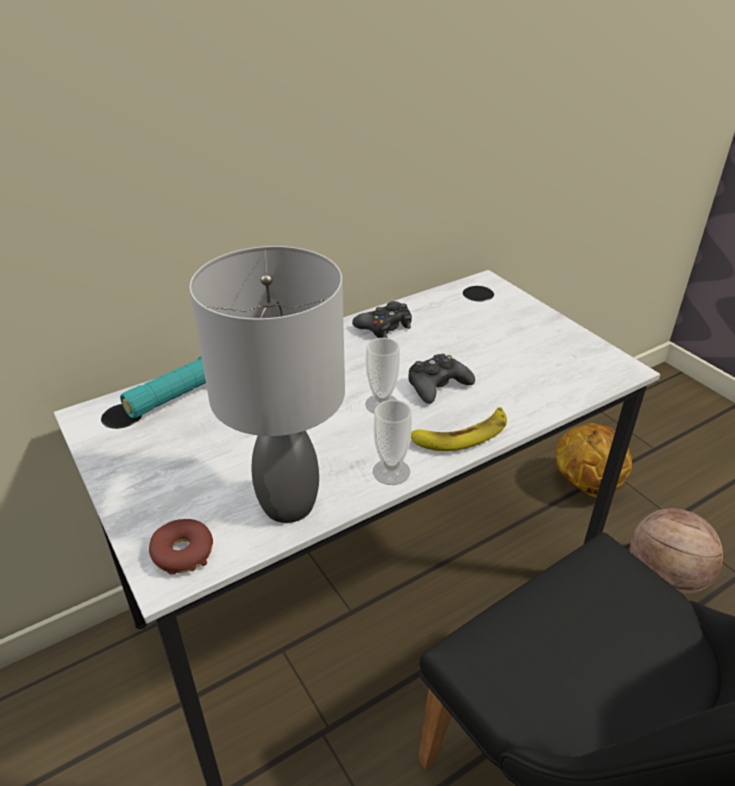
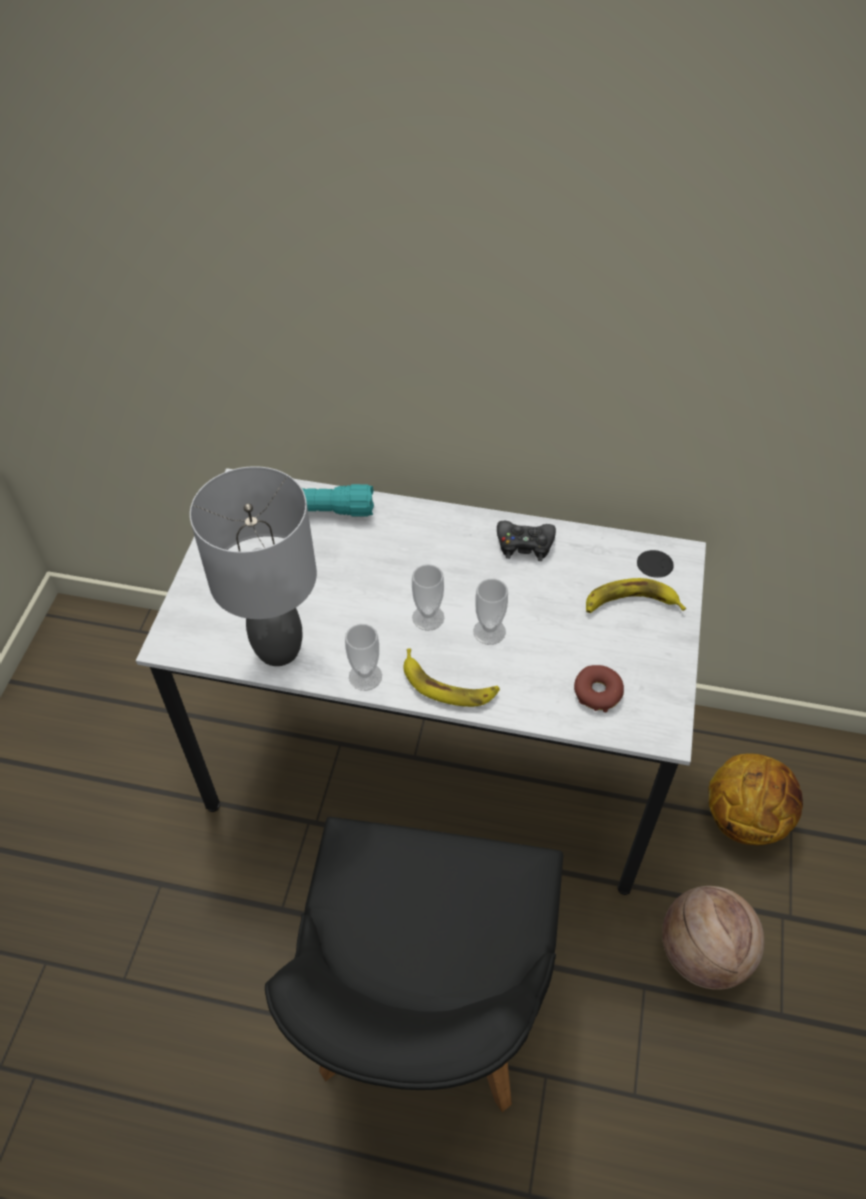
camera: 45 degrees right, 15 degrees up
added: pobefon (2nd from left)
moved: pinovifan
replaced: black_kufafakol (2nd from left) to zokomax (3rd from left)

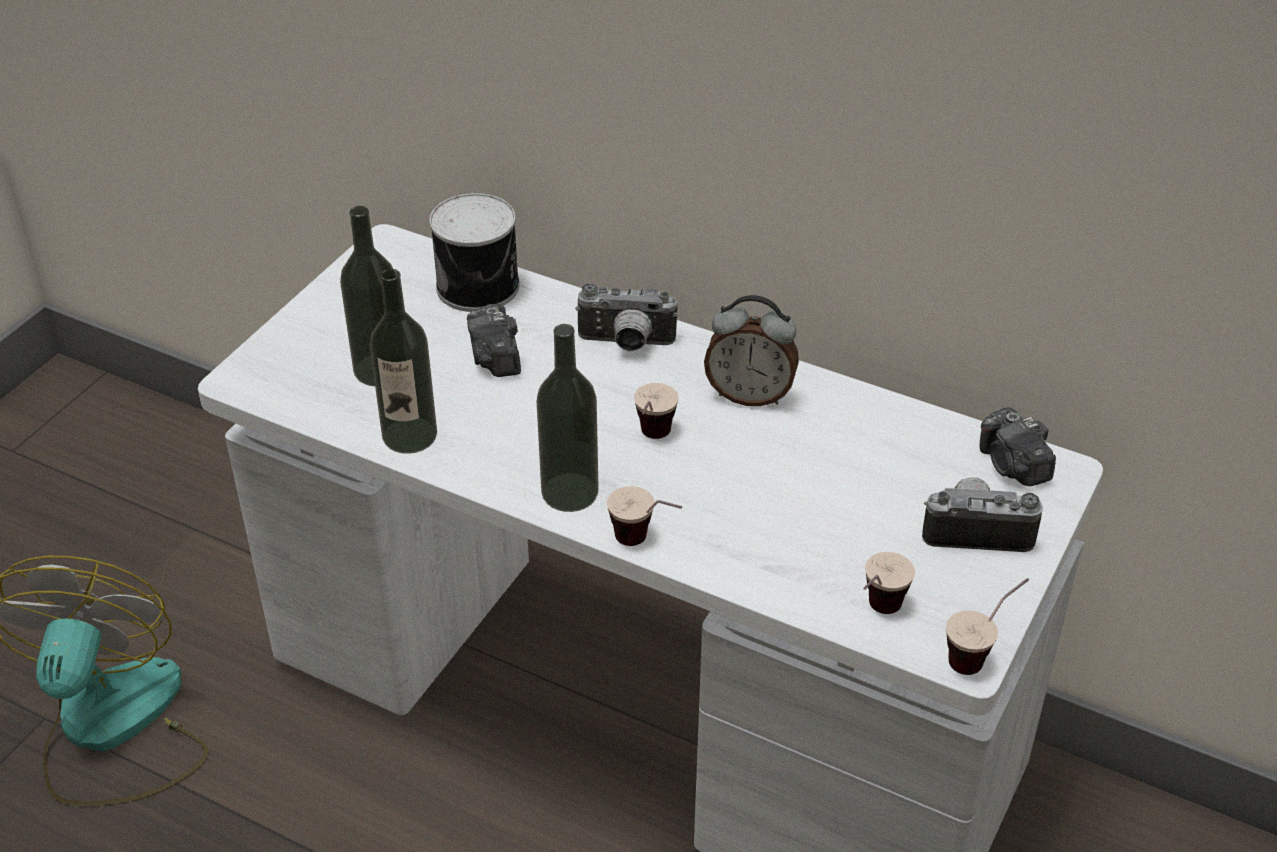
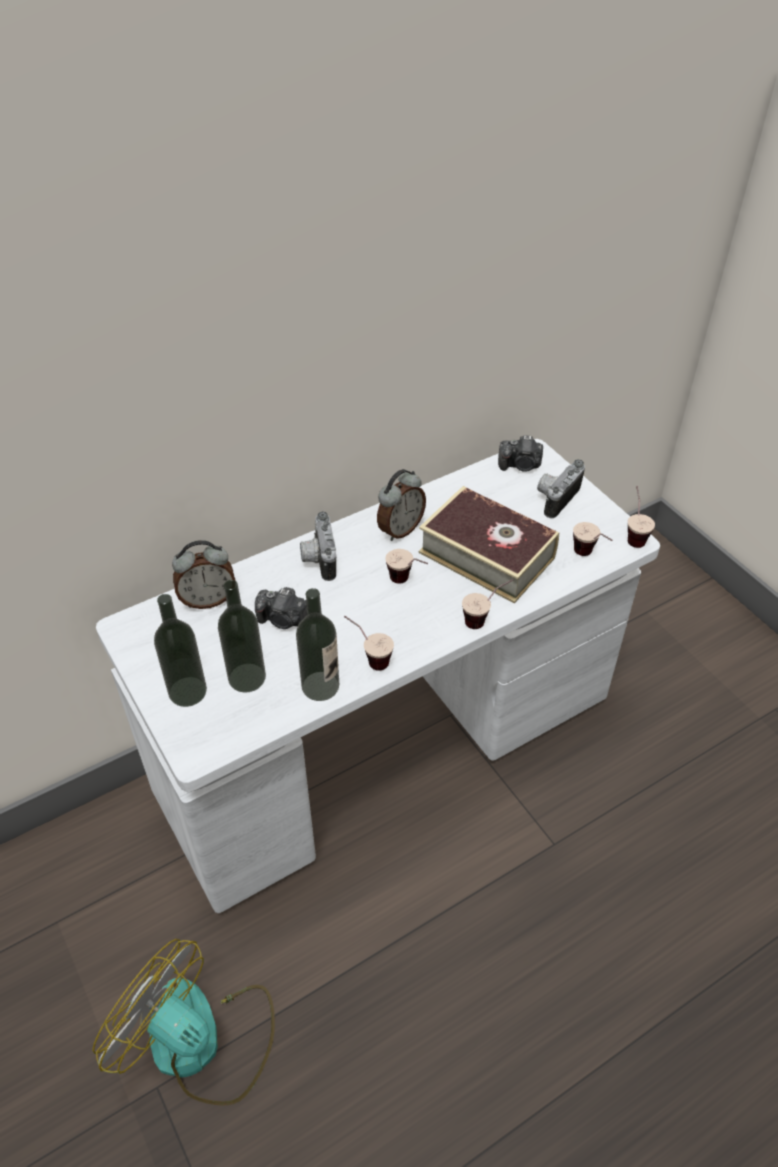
camera: 60 degrees left, 5 degrees up
added: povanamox; zokomax (1st from left)
moved: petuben (3rd from left in the first image) to petuben (1st from left)
replaced: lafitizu to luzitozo (1st from left)
turned: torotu (2nd from left) 135 degrees clockwise

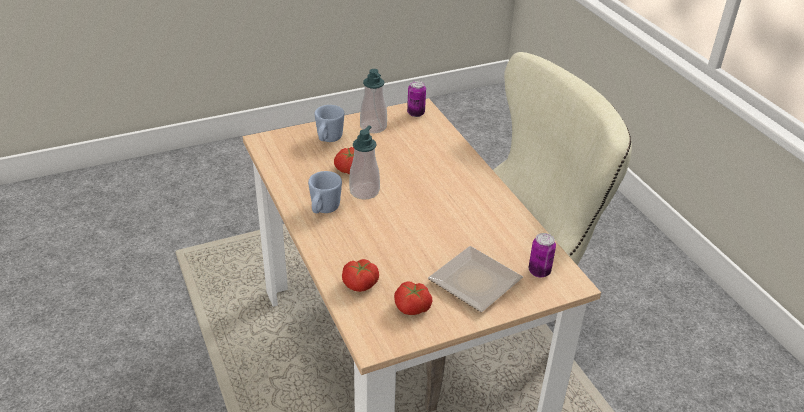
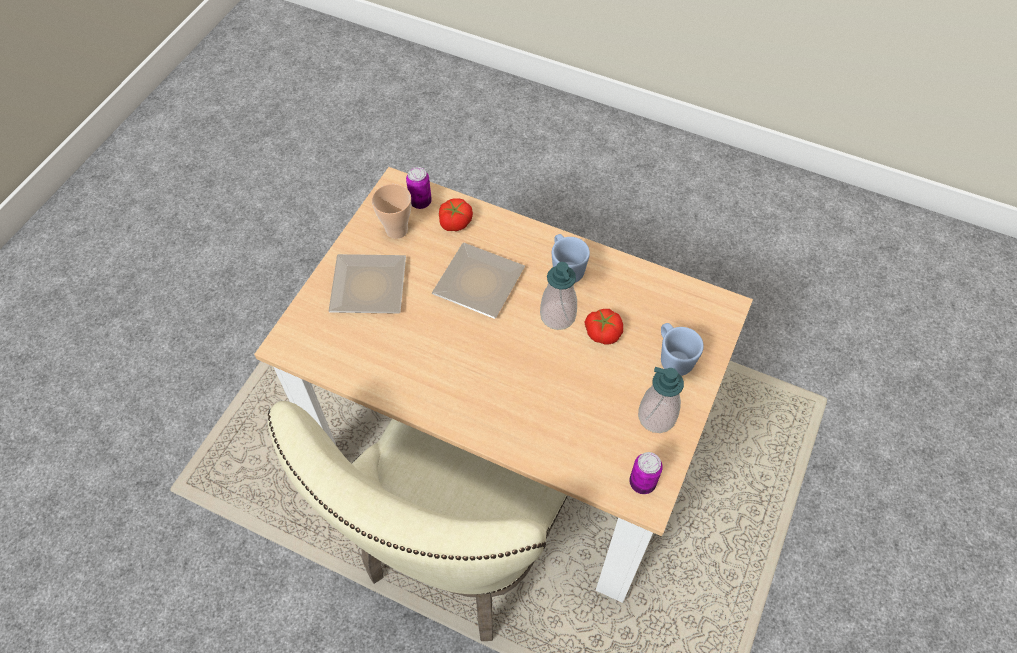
camera: 140 degrees right, 20 degrees up
added: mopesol (2nd from left)
moved: lafitizu (2nd from left in the first image) to lafitizu (1st from left)
replaced: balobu (3rd from left) to zokomax

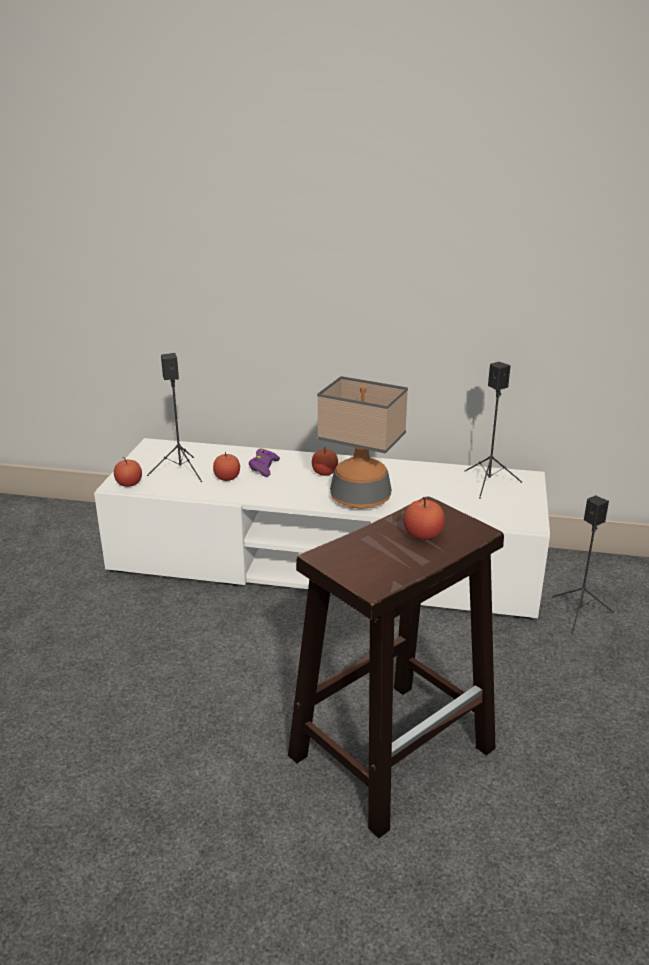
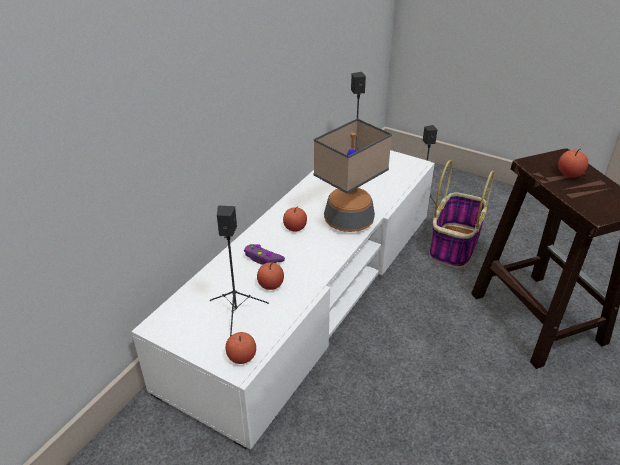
camera: 70 degrees left, 10 degrees up
added: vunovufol

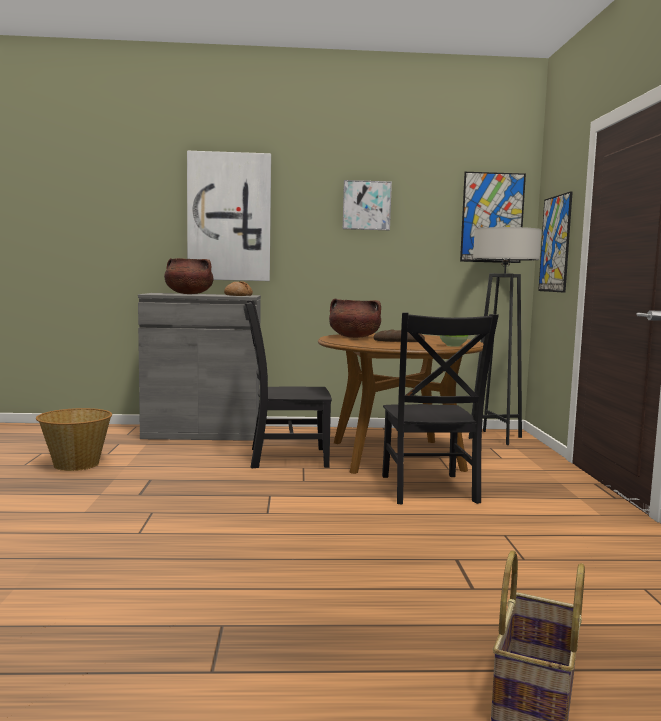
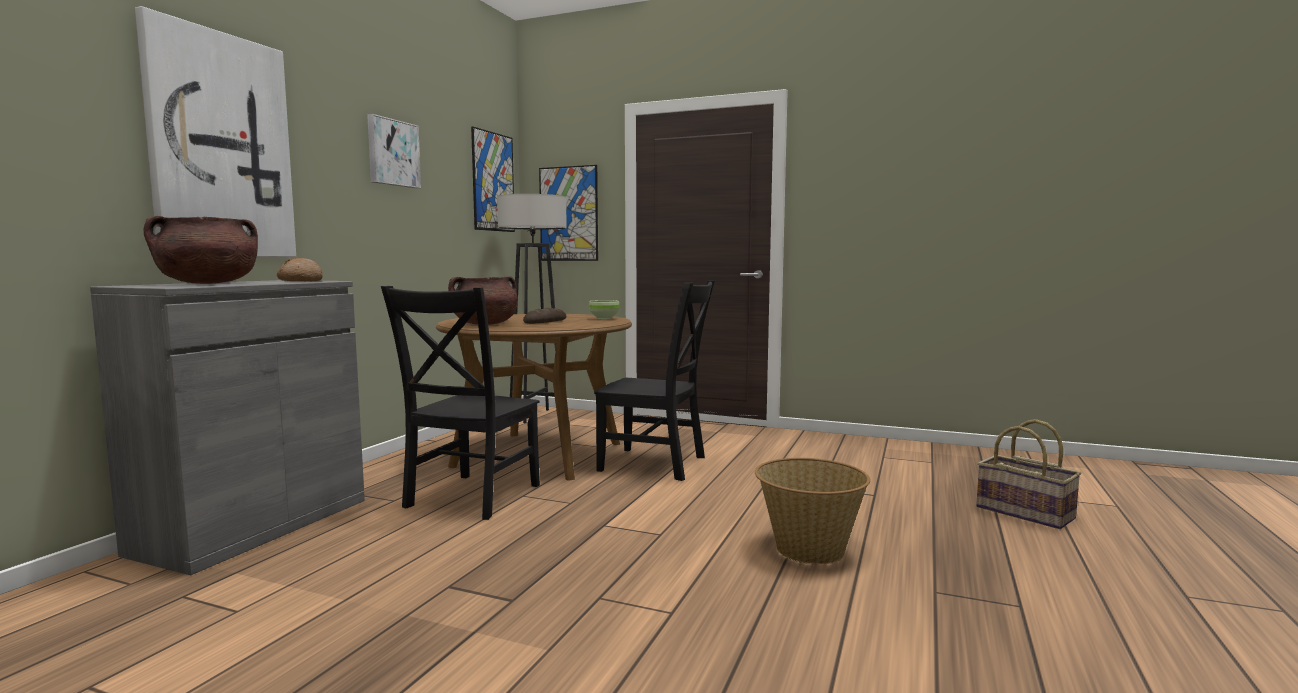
camera: 65 degrees left, 0 degrees up
moved: vunovufol (1st from left)

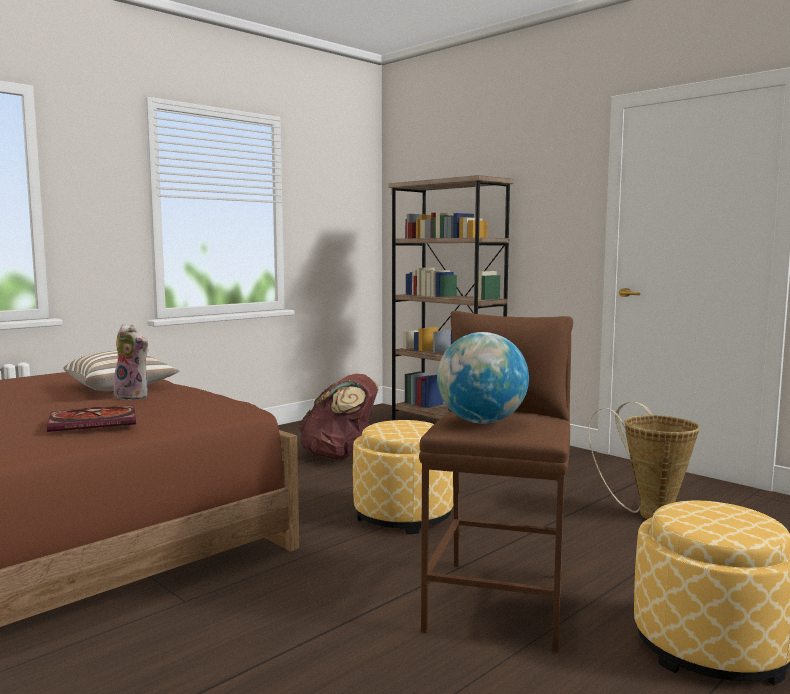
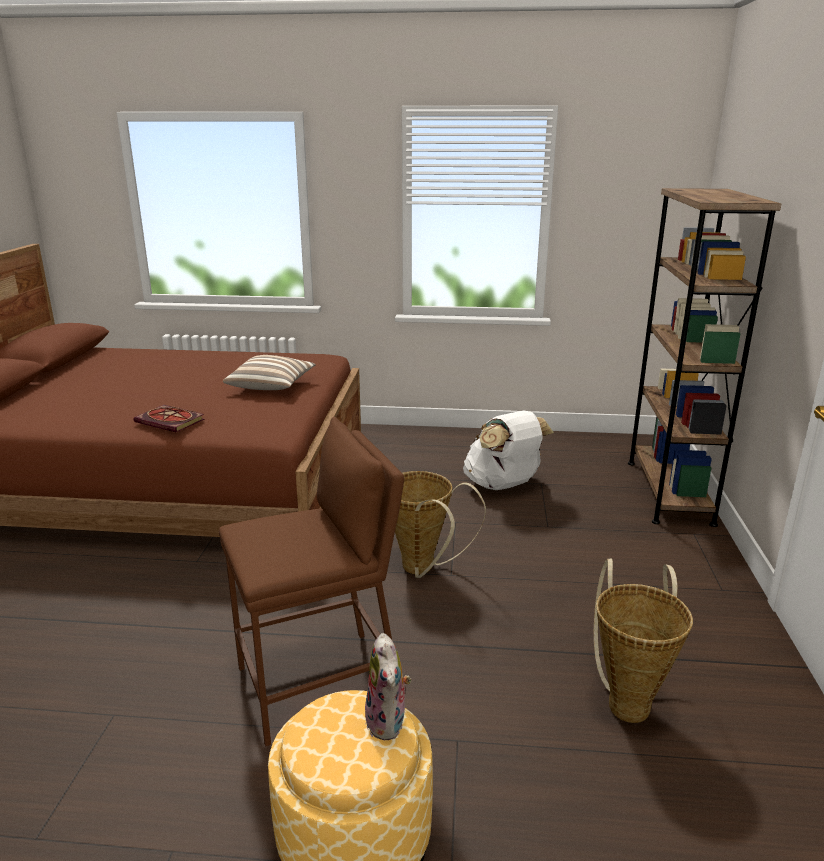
camera: 50 degrees right, 15 degrees up
removed: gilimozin
moved: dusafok
replaced: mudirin (1st from left) to vunovufol (1st from left)
recoloured: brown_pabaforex to white_pabaforex

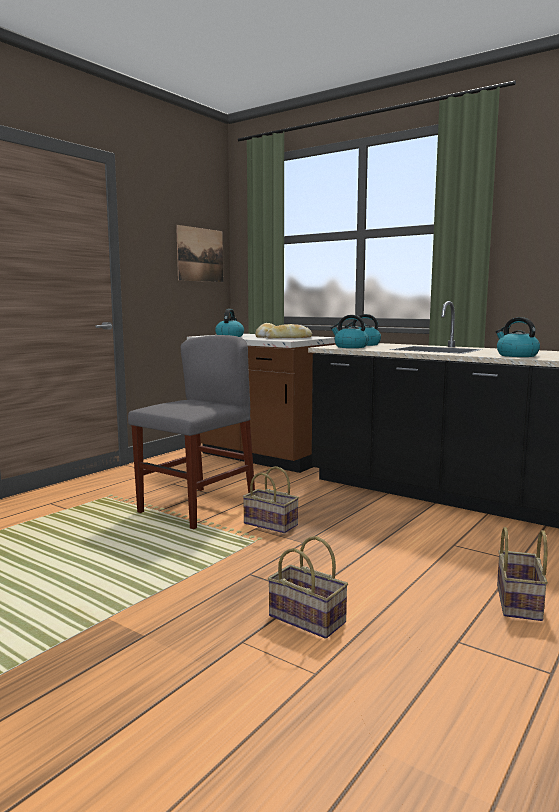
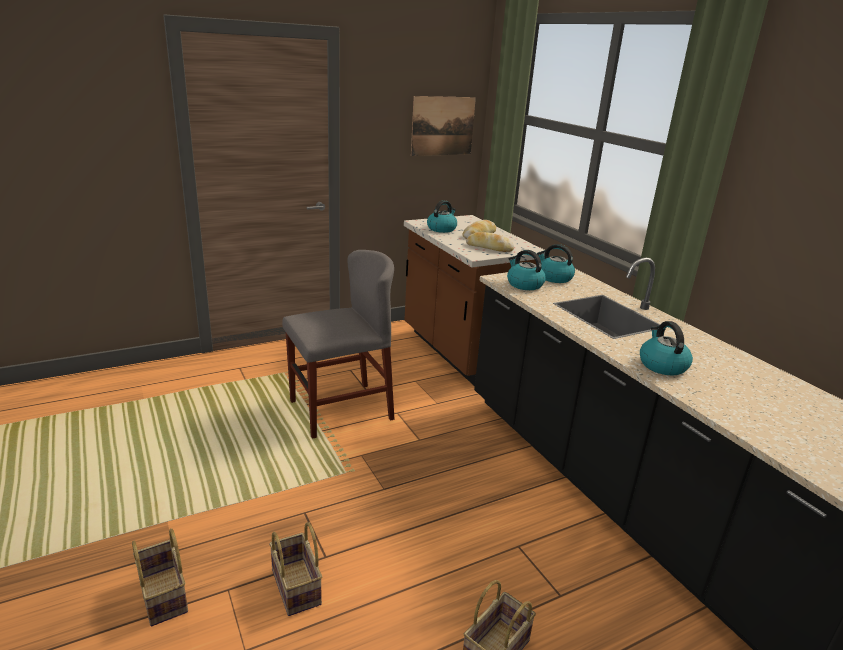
camera: 25 degrees right, 15 degrees up
moved: vunovufol (1st from left)

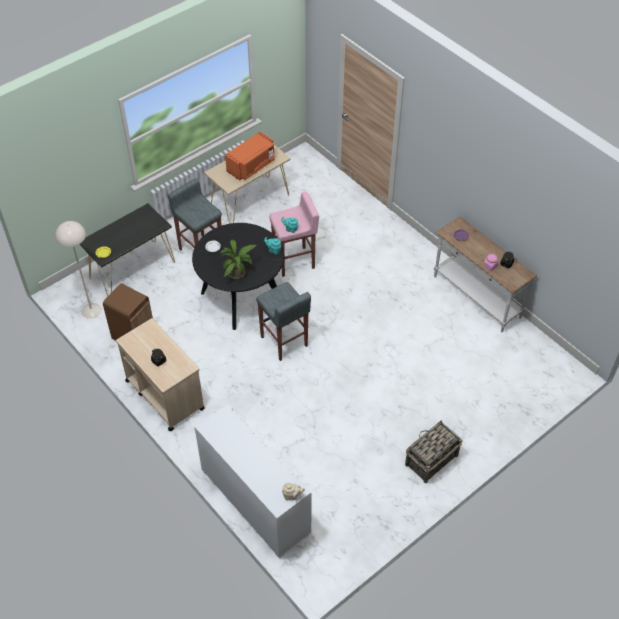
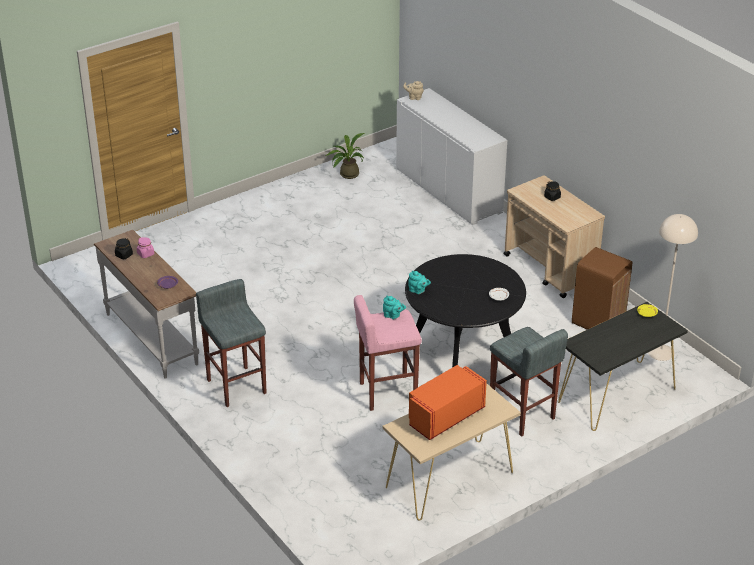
camera: 175 degrees left, 15 degrees down
removed: vunovufol
moved: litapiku; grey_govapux (2nd from left in the first image) to grey_govapux (1st from left)

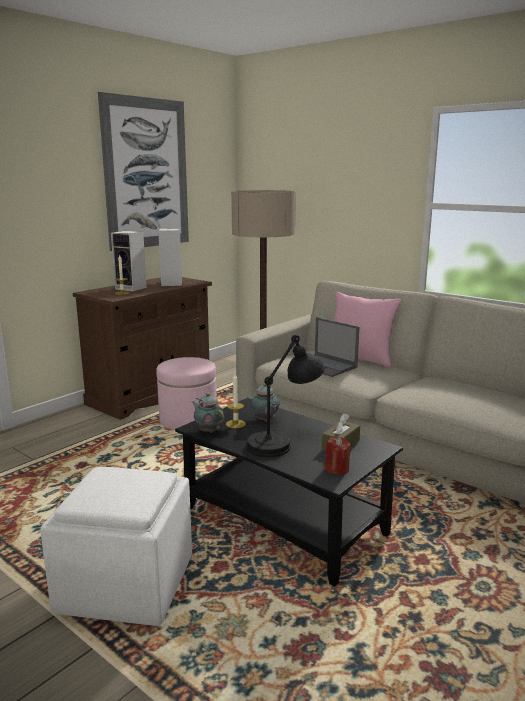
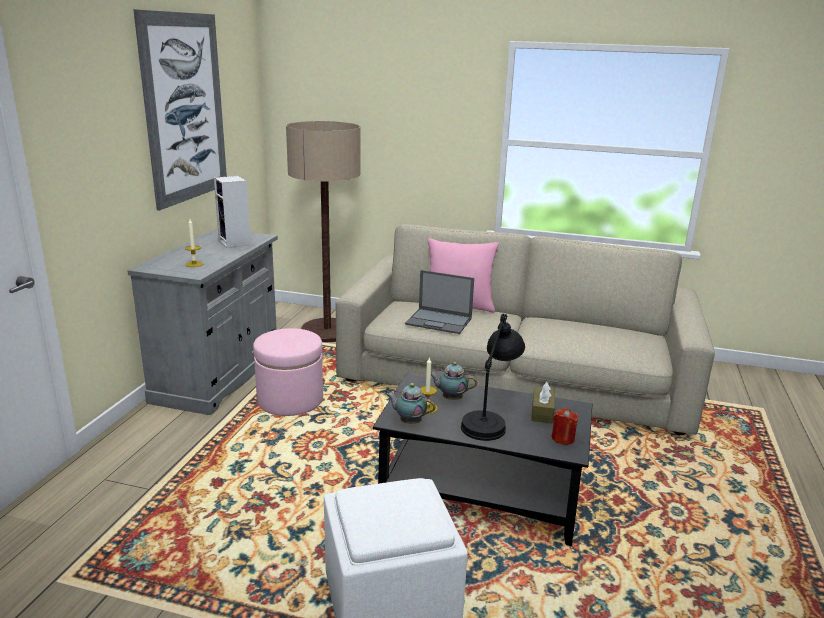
camera: 25 degrees left, 5 degrees up
removed: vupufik (1st from left)
recoloured: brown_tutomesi to grey_tutomesi
turned: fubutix (2nd from left) 150 degrees clockwise

